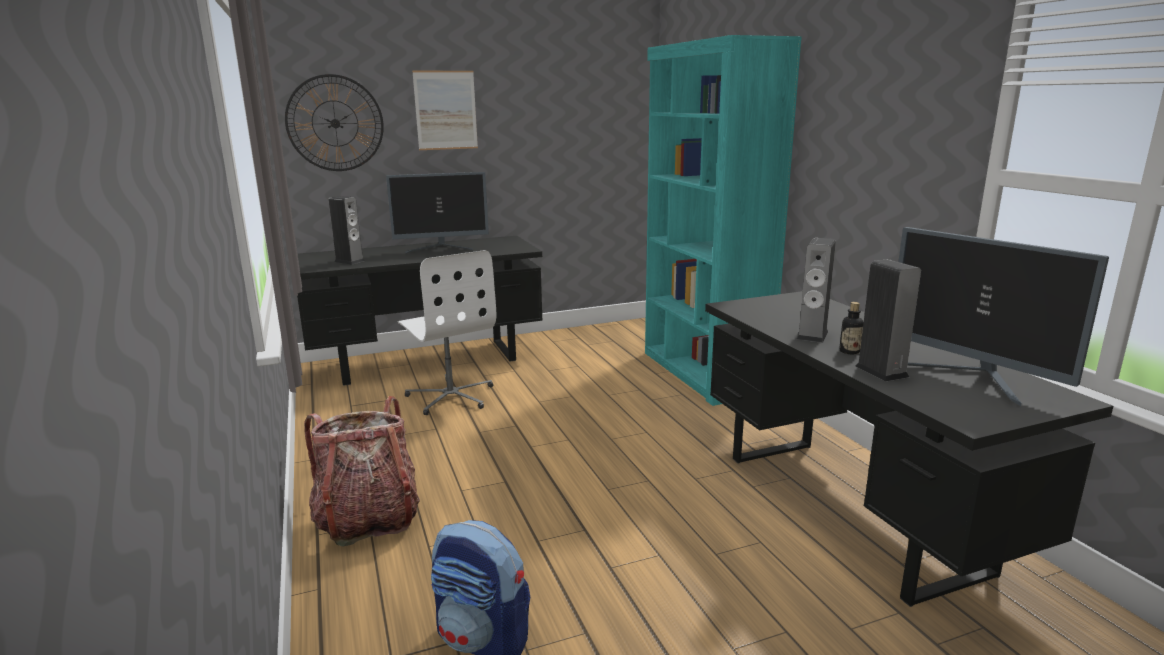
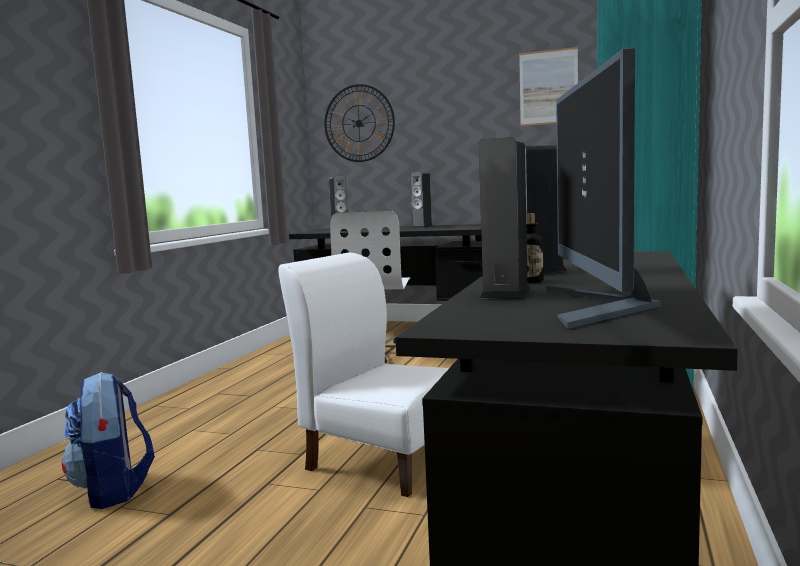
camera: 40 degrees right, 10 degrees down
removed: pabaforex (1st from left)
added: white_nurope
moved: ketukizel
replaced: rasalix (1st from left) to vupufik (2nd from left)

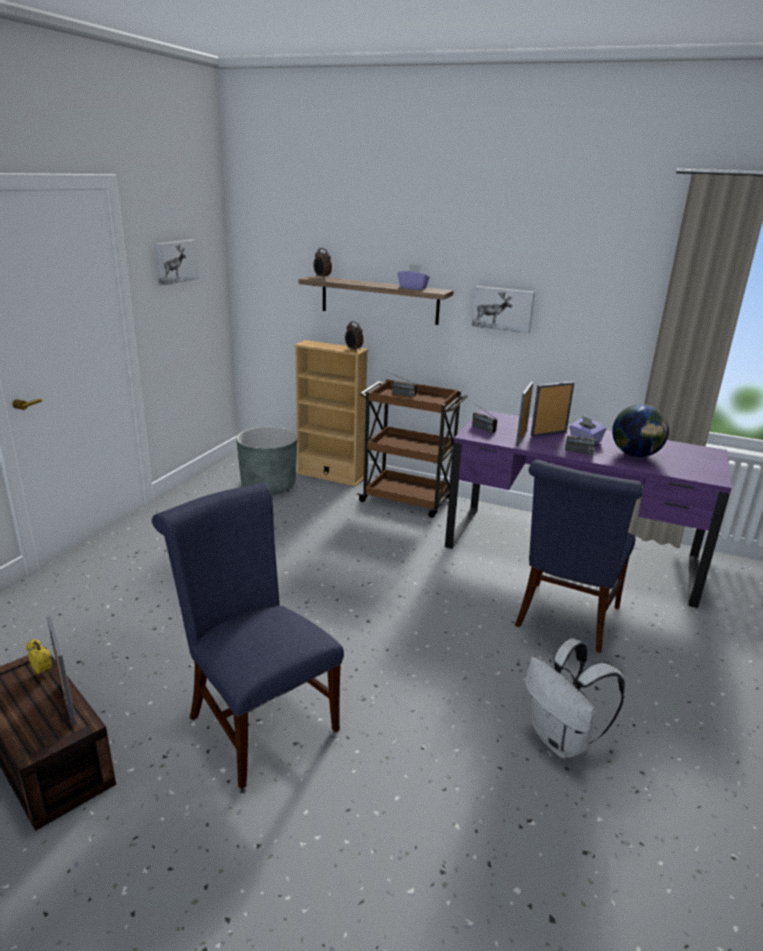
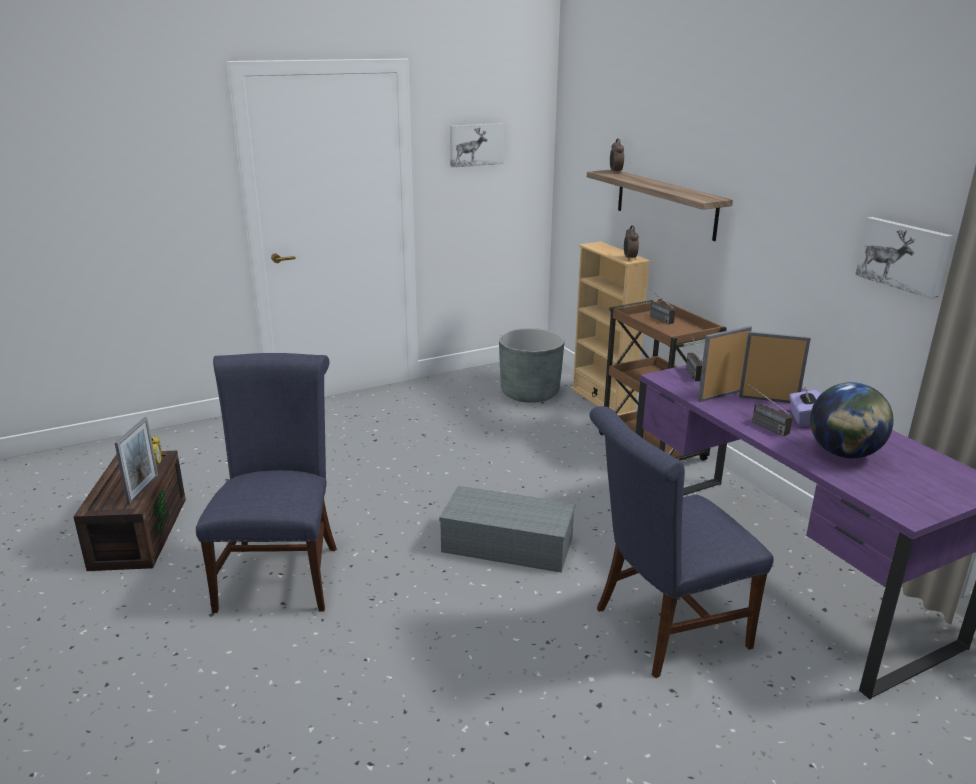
camera: 40 degrees right, 0 degrees up
removed: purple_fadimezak (1st from left); white_pabaforex
added: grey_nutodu
moved: ketukizel (2nd from left)

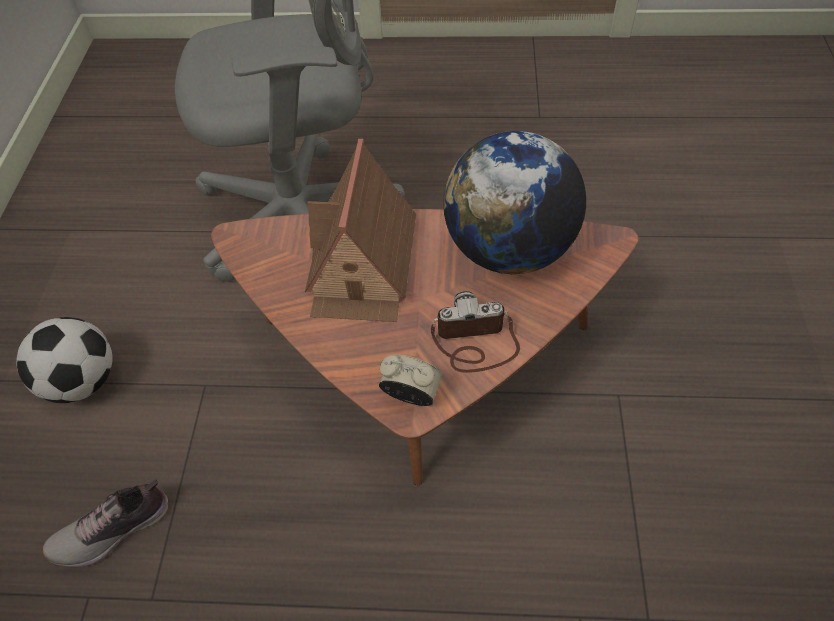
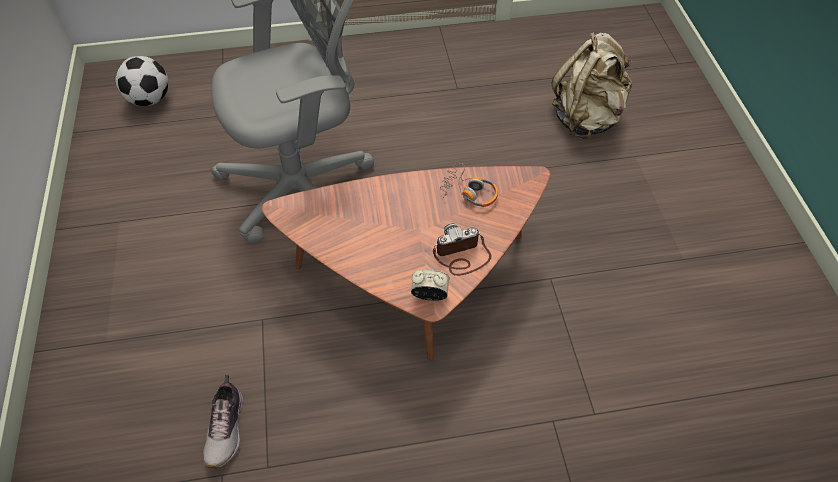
camera: 15 degrees left, 0 degrees up
removed: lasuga
added: beige_pabaforex
moved: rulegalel
replaced: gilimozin to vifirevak
turned: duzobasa 45 degrees counterclockwise

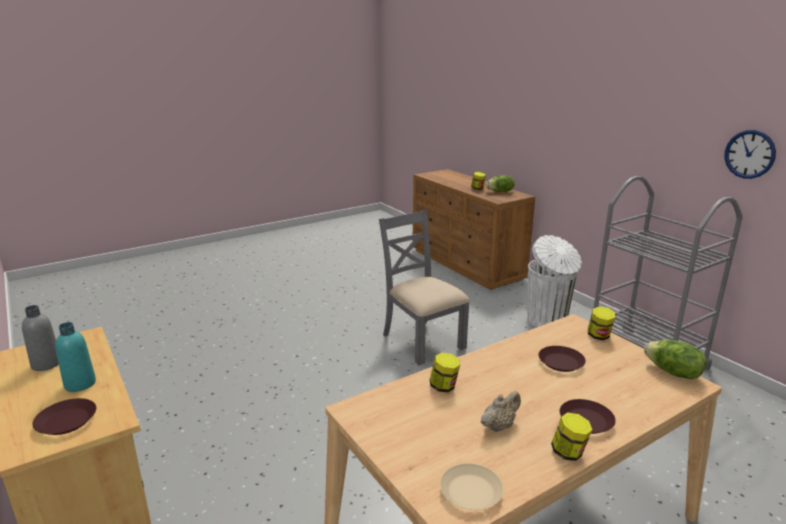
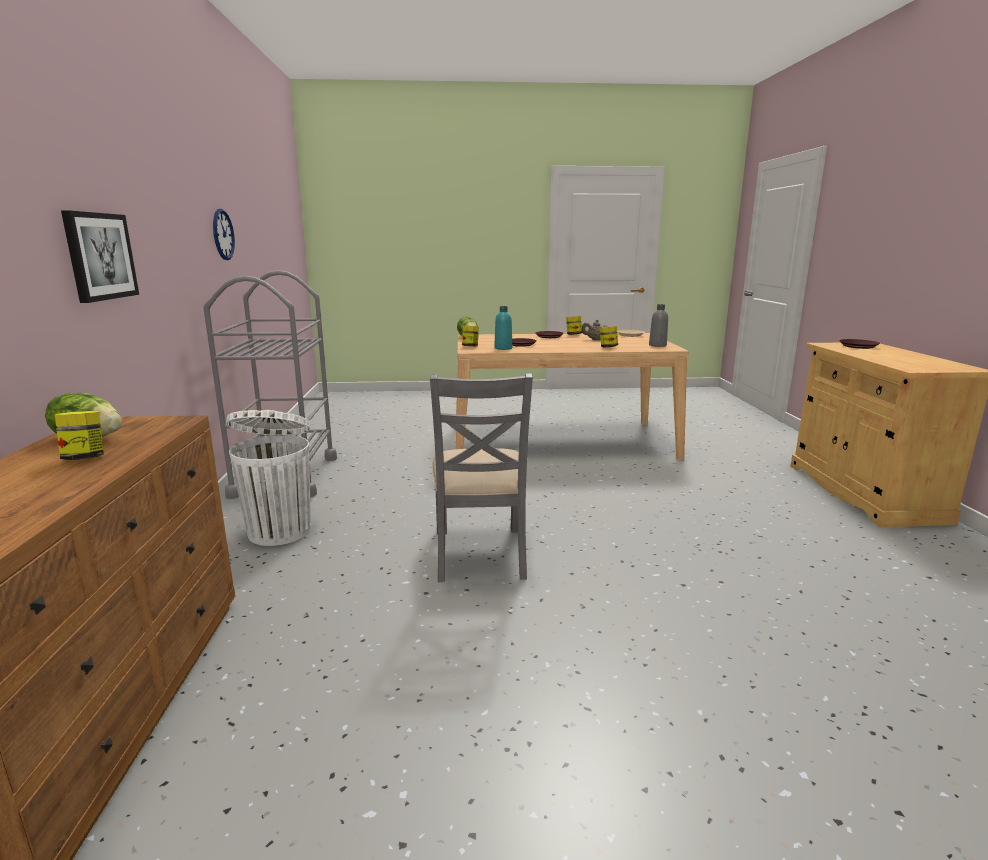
camera: 150 degrees left, 5 degrees down
added: ketukizel
moved: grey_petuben; turquoise_petuben

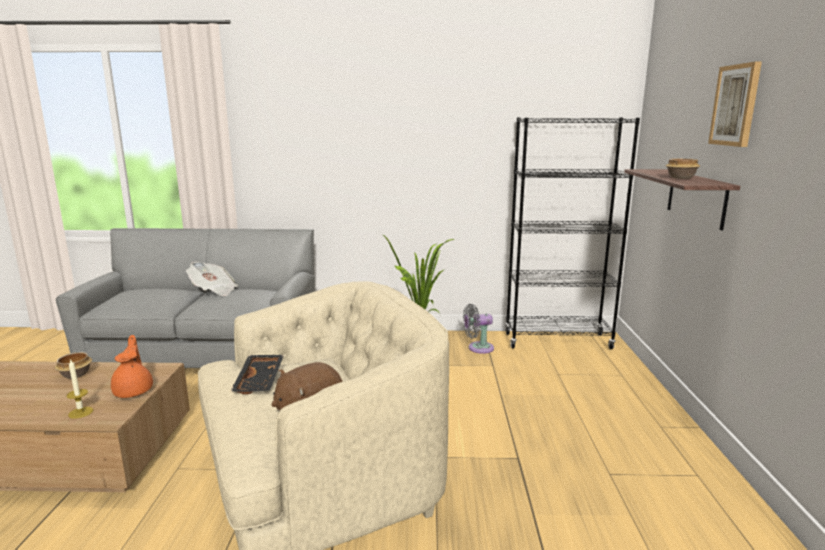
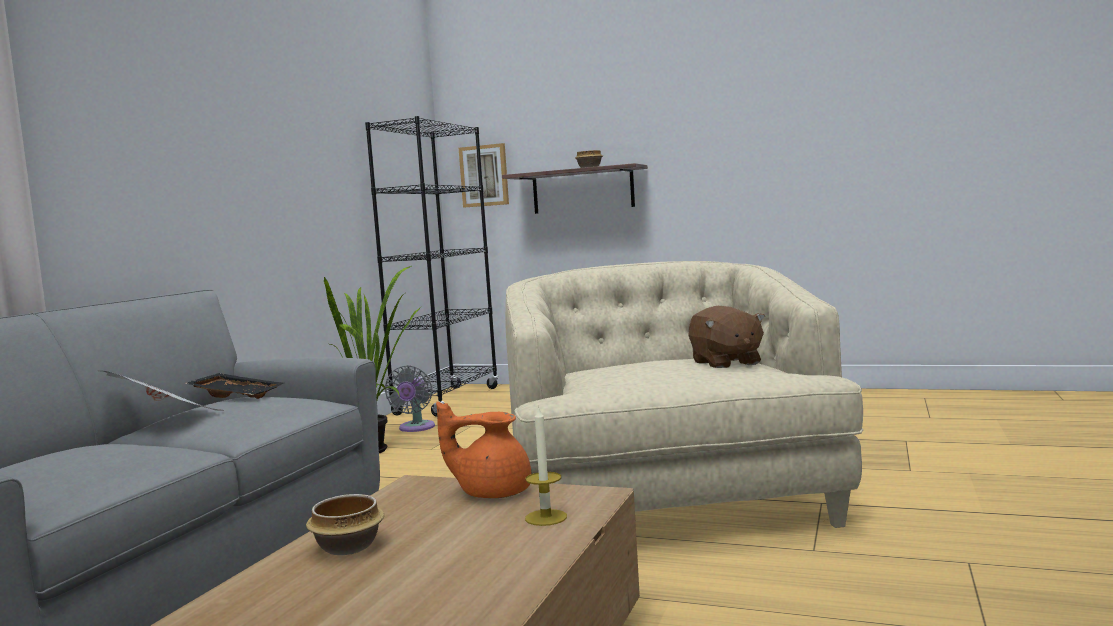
camera: 70 degrees left, 10 degrees down
moved: ketukizel; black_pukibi

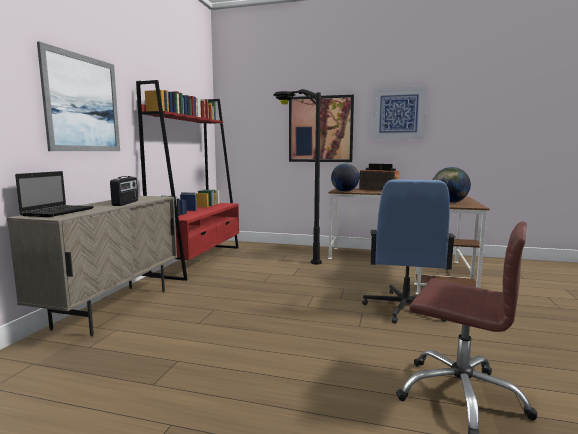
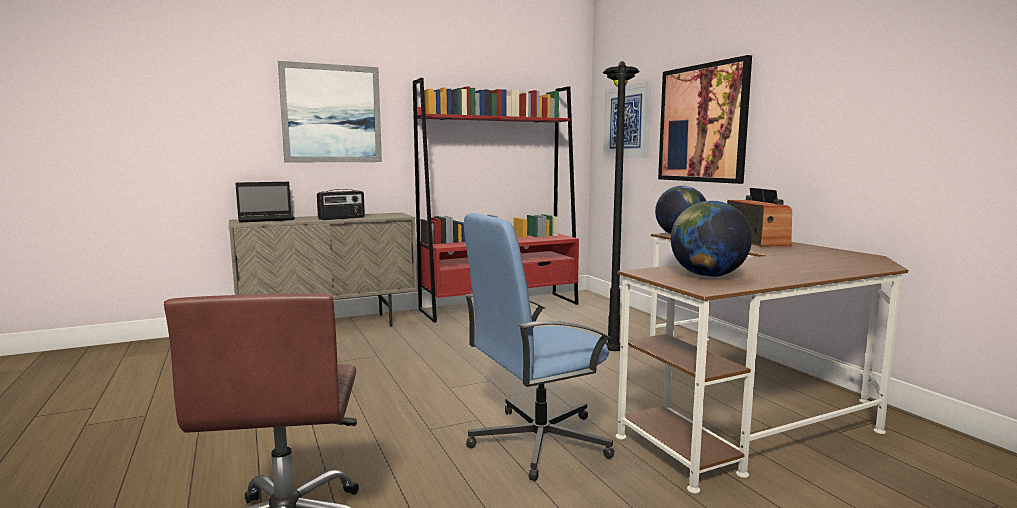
camera: 50 degrees right, 0 degrees up
moved: ketukizel (3rd from left in the first image) to ketukizel (2nd from left)

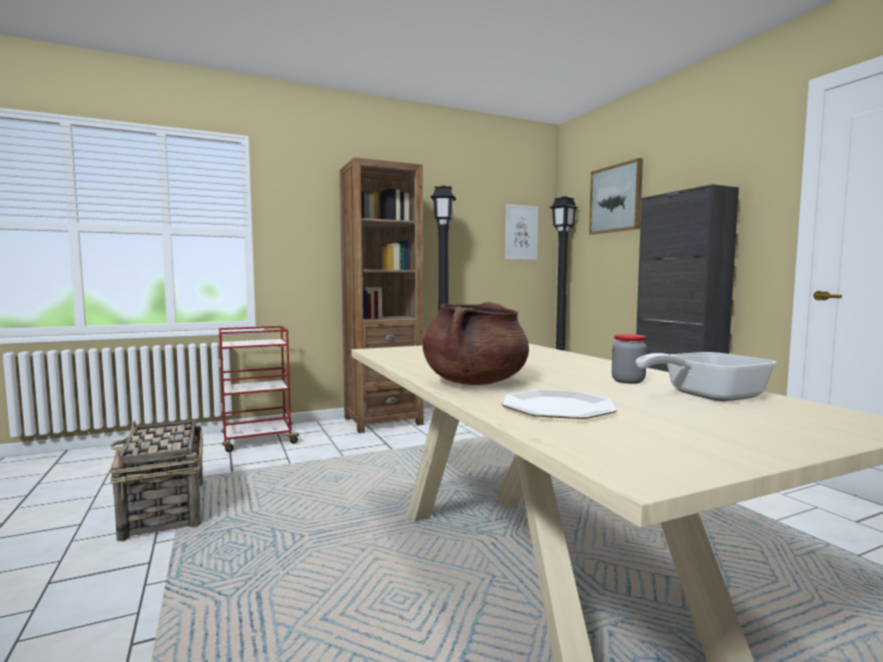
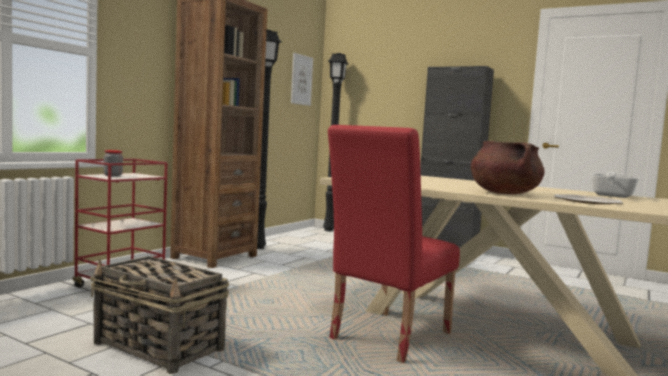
camera: 35 degrees left, 0 degrees up
removed: ketukizel (2nd from left)
added: red_nurope
moved: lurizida

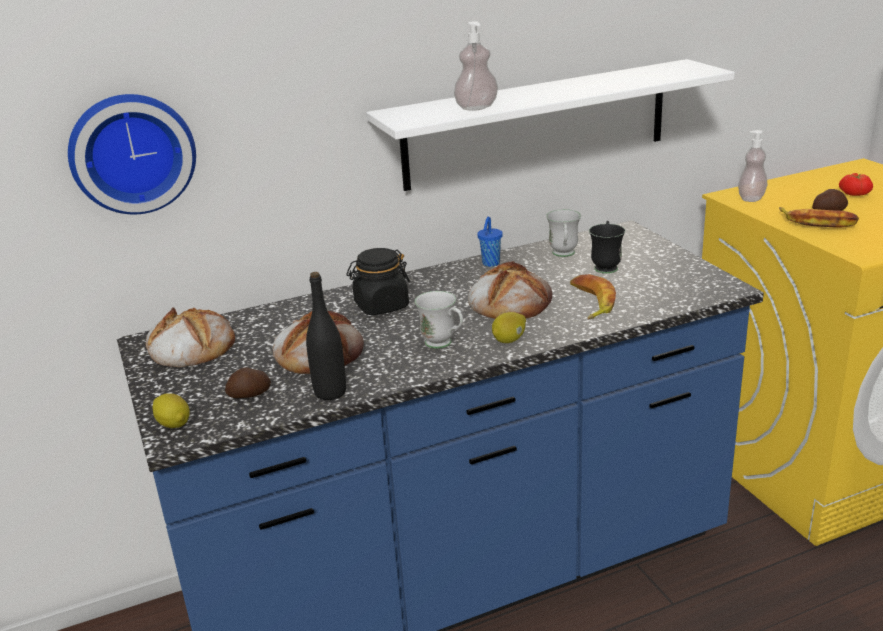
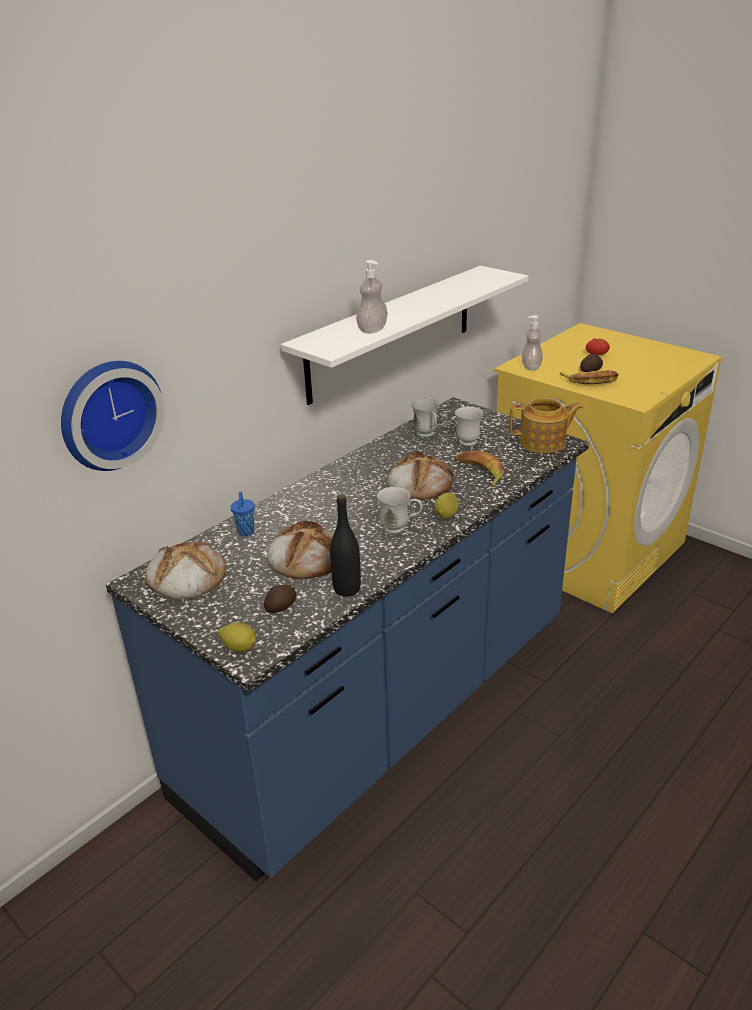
camera: 25 degrees left, 5 degrees up
removed: black_lurizida
added: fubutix
moved: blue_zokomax
recoloured: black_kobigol to white_kobigol (3rd from left)

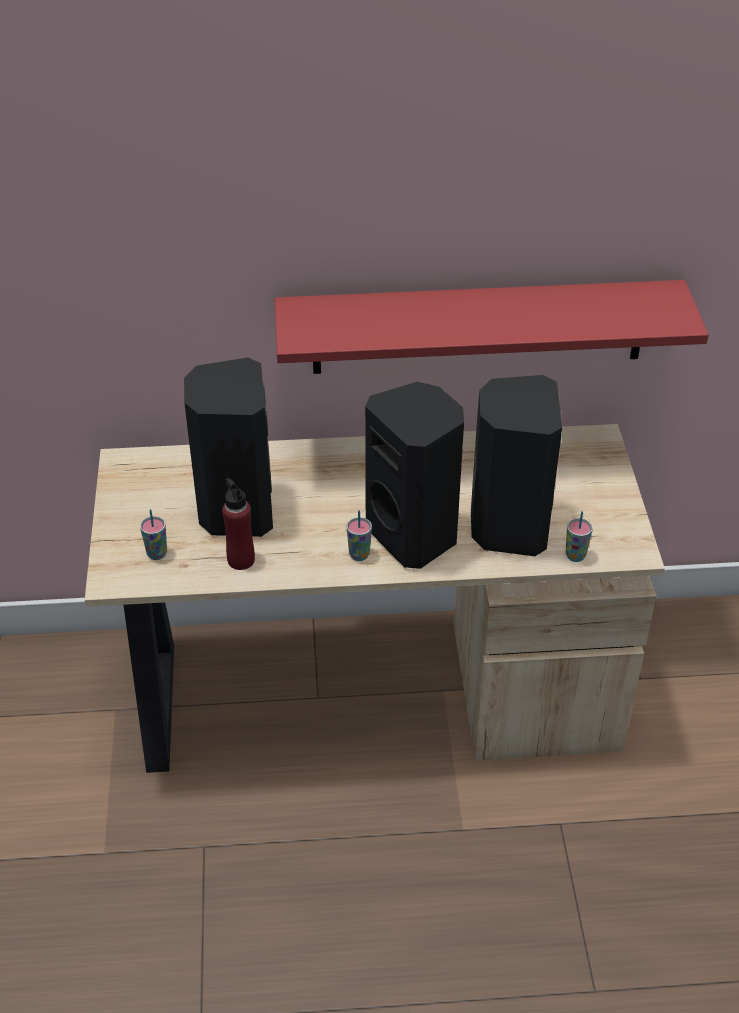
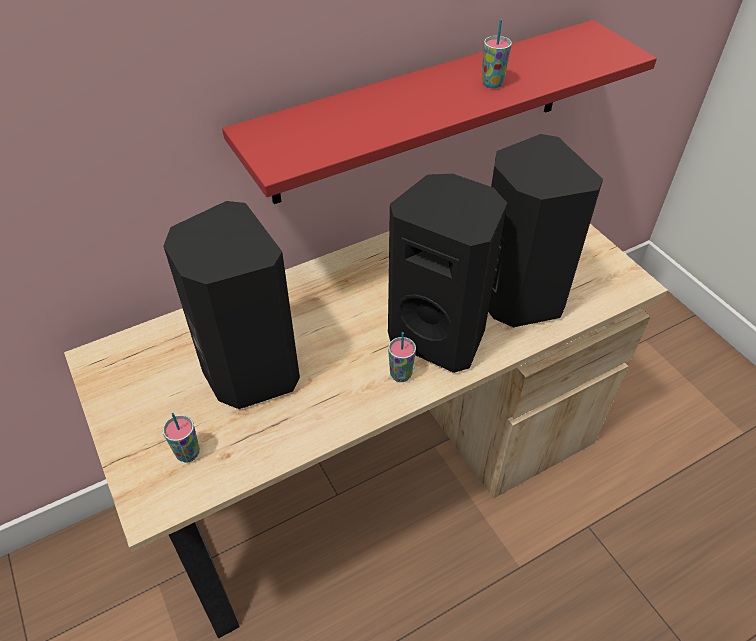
camera: 25 degrees left, 5 degrees up
removed: red_petuben
moved: zokomax (3rd from left)

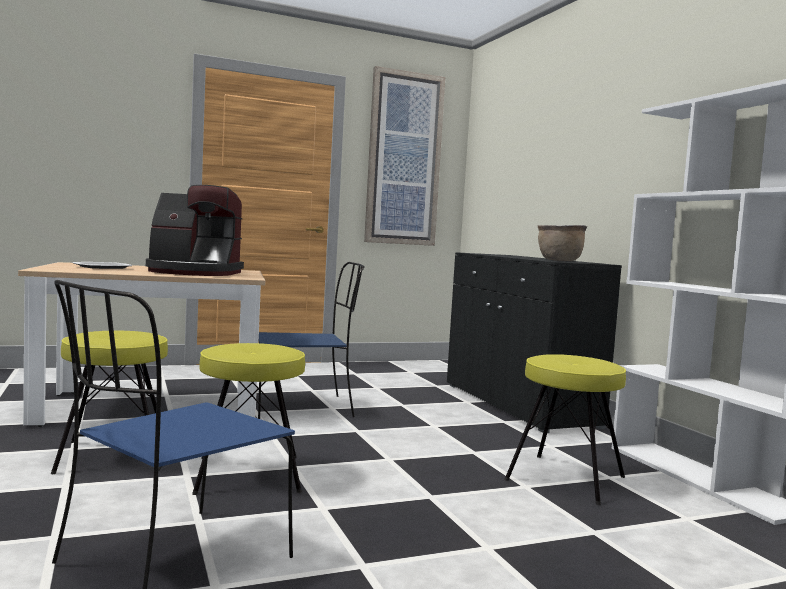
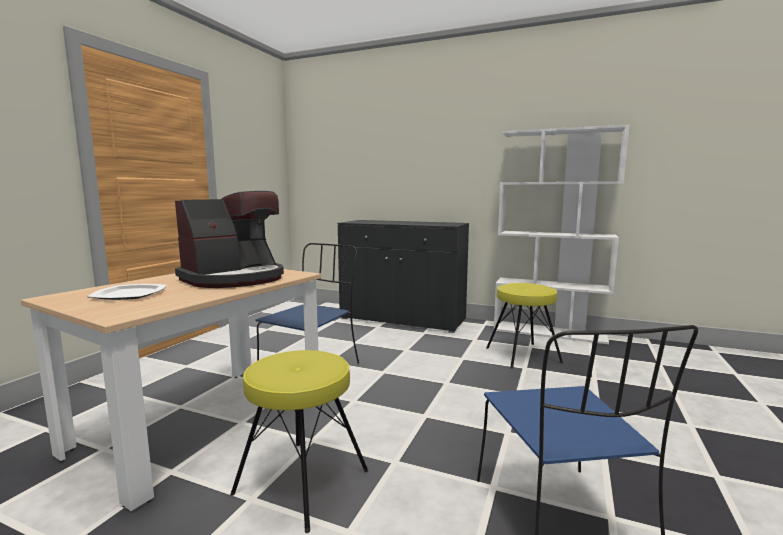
camera: 45 degrees left, 5 degrees up
removed: ketukizel; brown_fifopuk; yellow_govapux (2nd from left)

